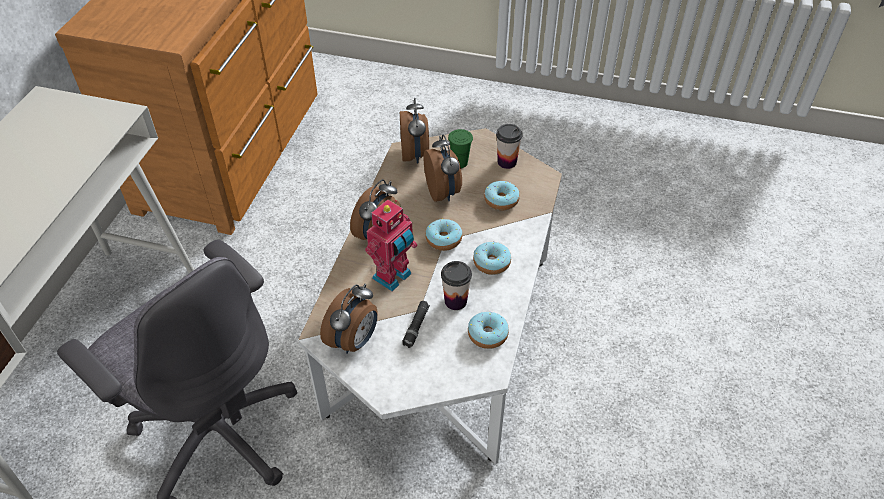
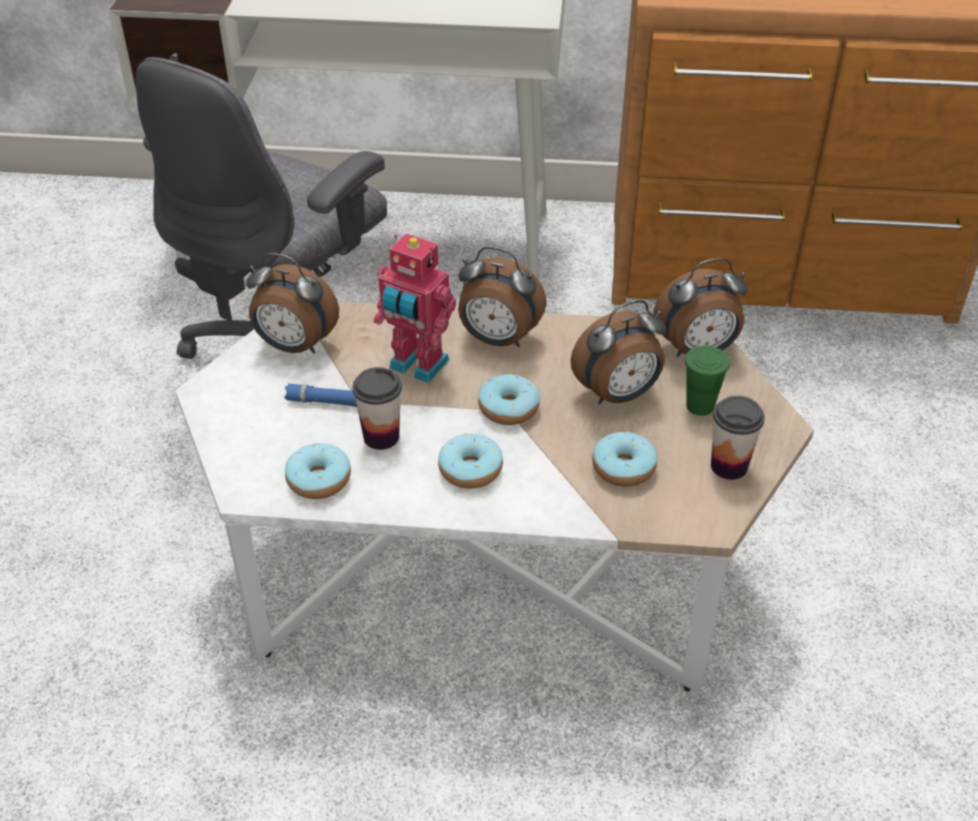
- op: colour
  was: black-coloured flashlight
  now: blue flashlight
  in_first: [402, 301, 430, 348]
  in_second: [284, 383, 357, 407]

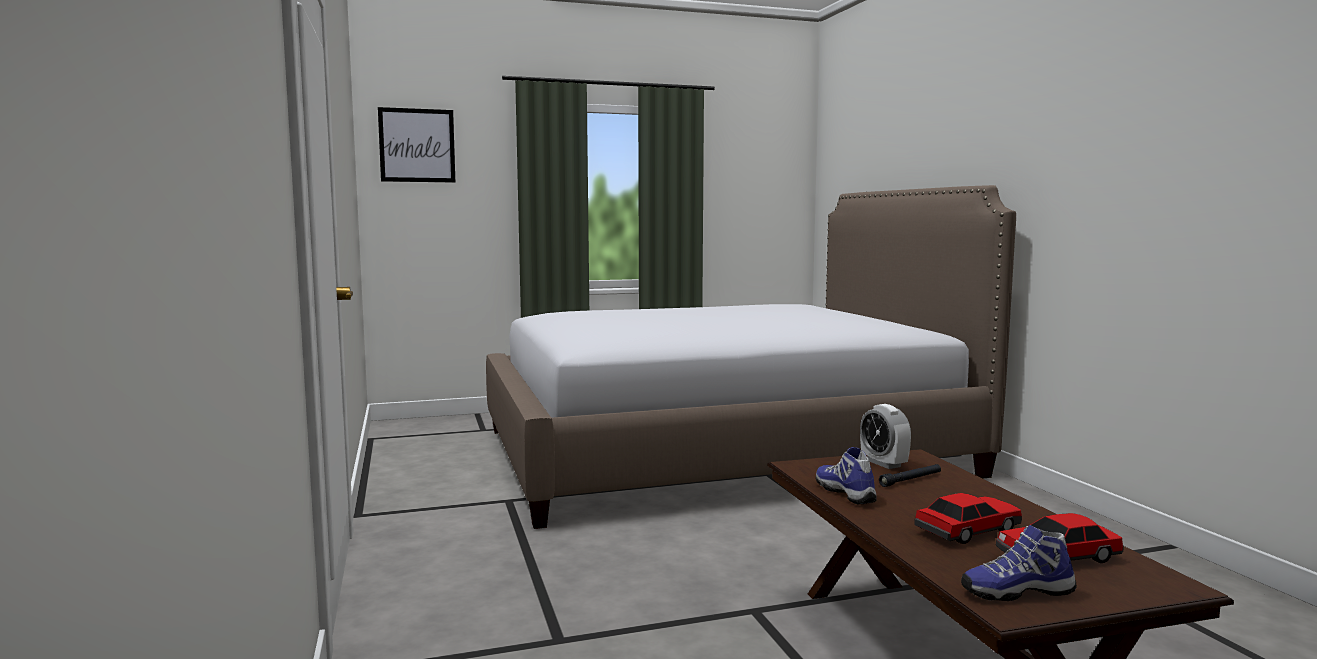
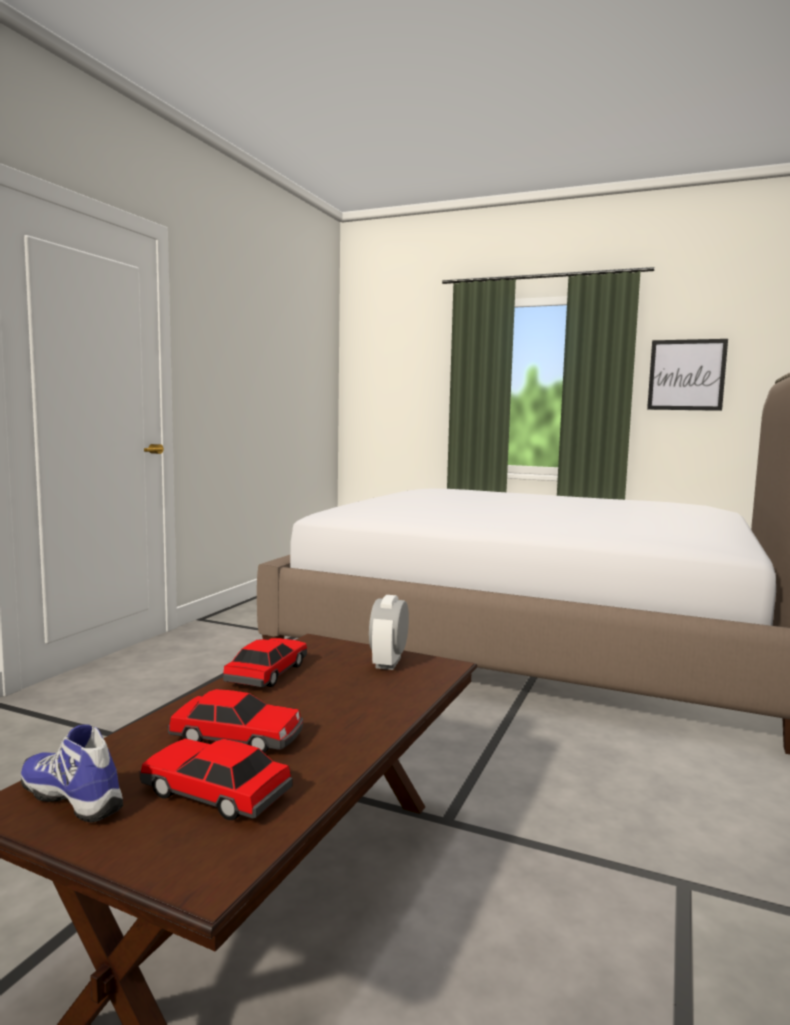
- op: relocated
  was: wall picture
  in_first: [378, 107, 455, 183]
  in_second: [647, 339, 728, 411]
- op: exchanged
  was: low shoe
  now: model car
  in_first: [816, 447, 877, 504]
  in_second: [223, 638, 307, 688]
- op: missing
  was: black-coloured flashlight
  in_first: [879, 464, 941, 487]

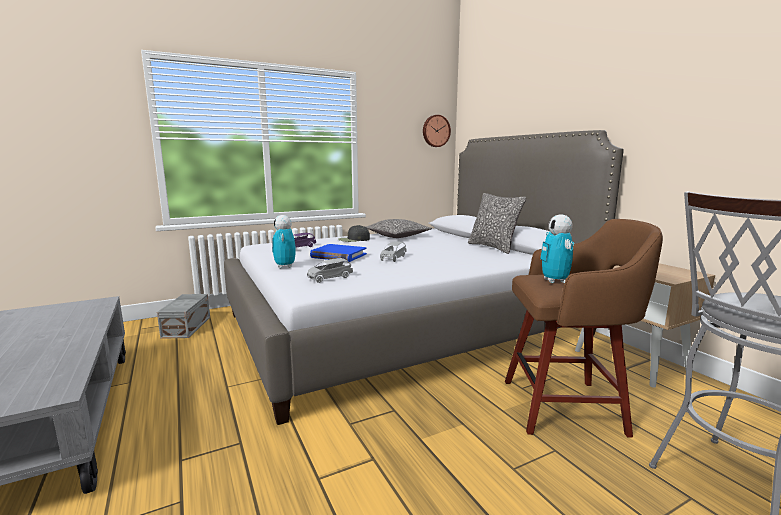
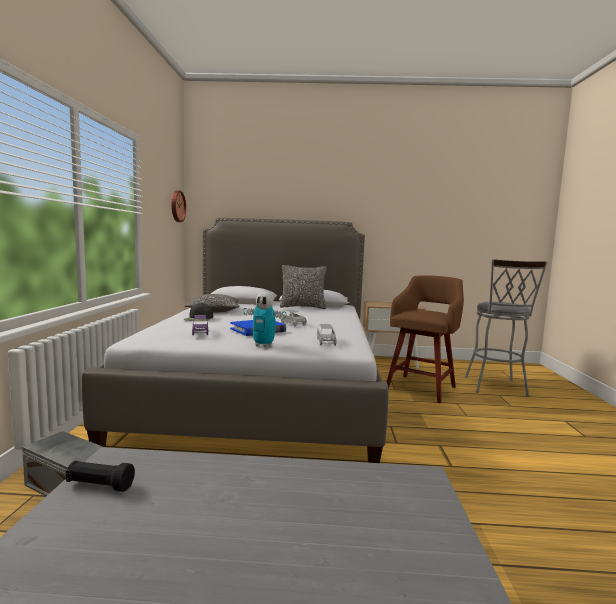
- op: missing
  was: robot figure
  in_first: [540, 214, 574, 283]
- op: appeared
  now: black-coloured flashlight
  in_second: [66, 461, 135, 492]

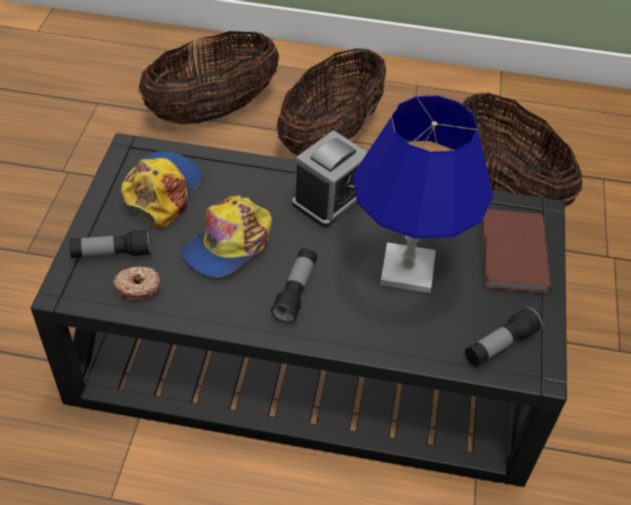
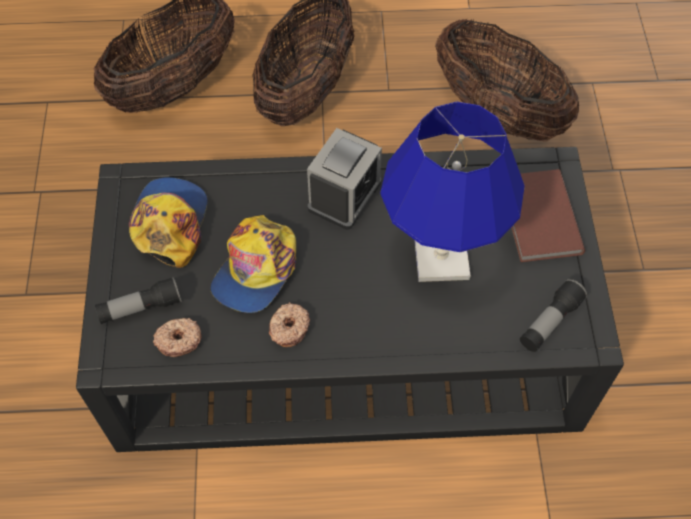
- op: missing
  was: flashlight
  in_first: [271, 248, 317, 323]
- op: appeared
  now: donut
  in_second: [269, 302, 310, 347]

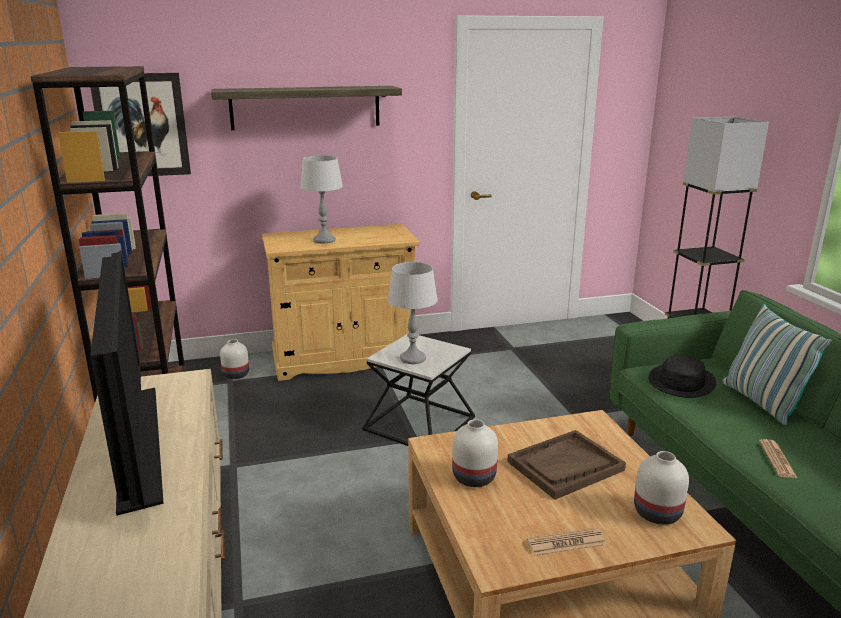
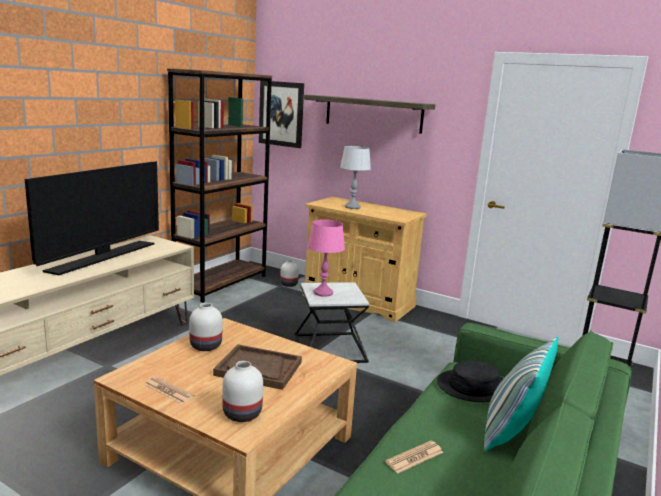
- op: colour
  was: greyish lamp for a table
  now: pinkish lamp for a table
  in_first: [388, 262, 438, 364]
  in_second: [307, 219, 345, 297]

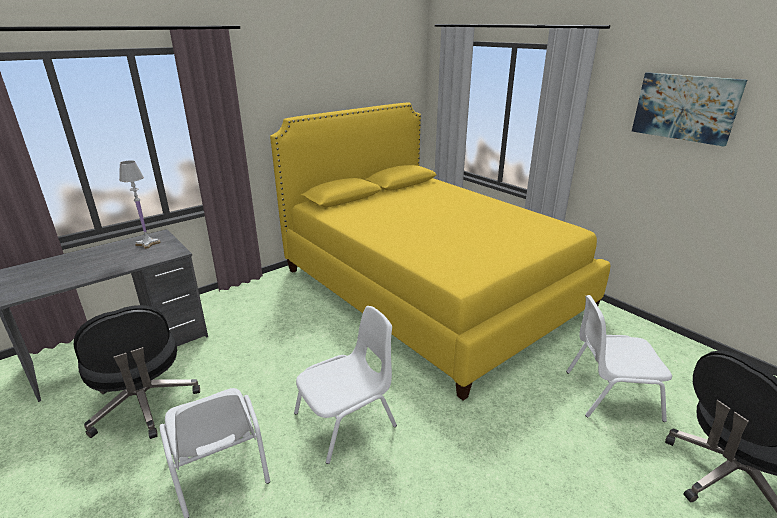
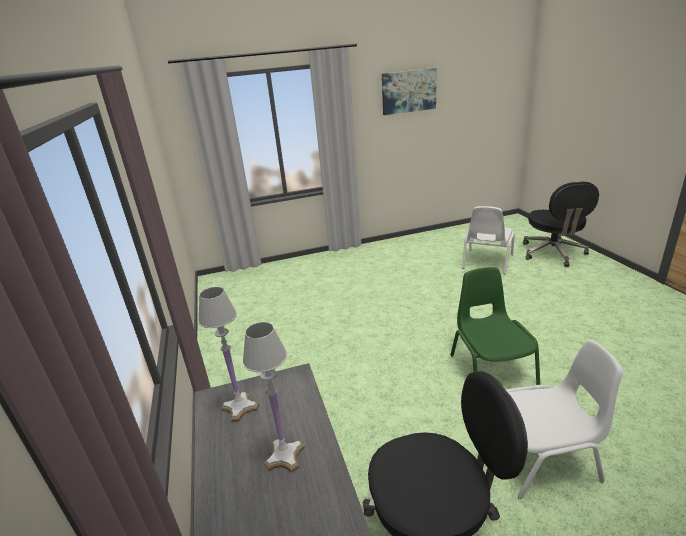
- op: missing
  was: yellow bed
  in_first: [270, 103, 610, 400]
- op: colour
  was: white-coloured plain chair
  now: green plain chair
  in_first: [294, 306, 397, 464]
  in_second: [450, 267, 540, 385]
- op: appeared
  now: white-coloured lamp for a table
  in_second: [242, 322, 305, 473]

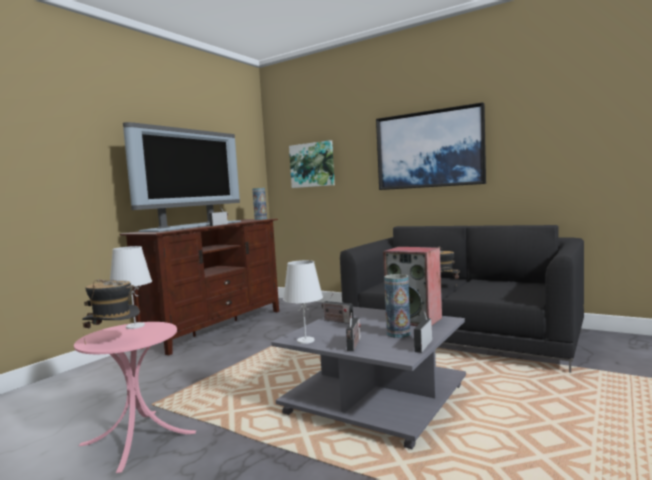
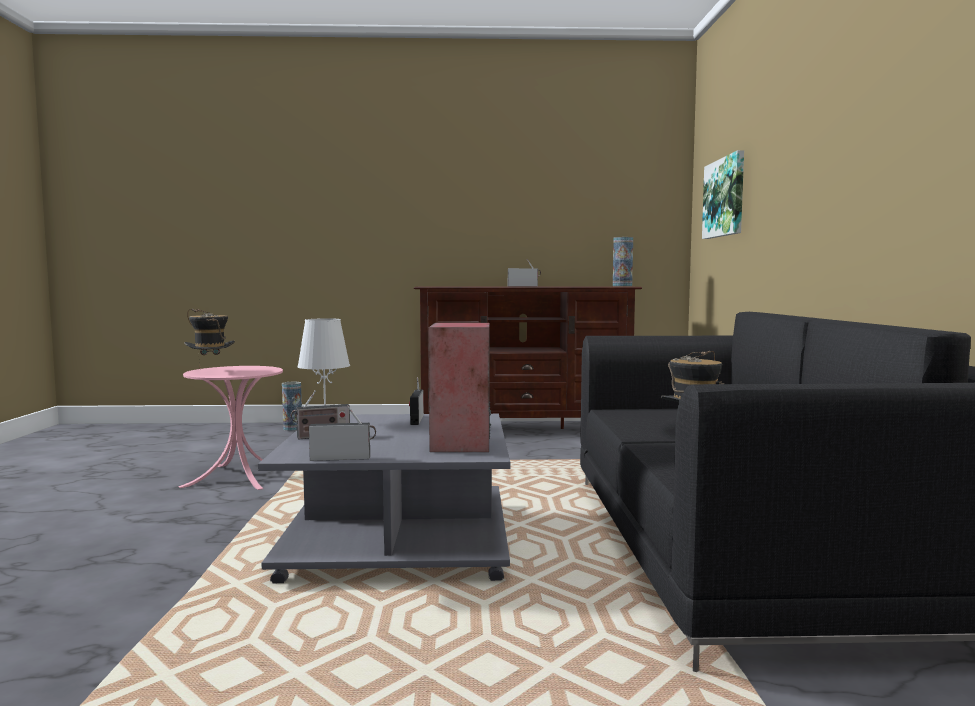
- op: missing
  was: wall picture
  in_first: [376, 102, 486, 190]
- op: missing
  was: TV set
  in_first: [123, 122, 241, 232]
- op: missing
  was: white-coloured lamp for a table
  in_first: [110, 246, 152, 329]
- op: relocated
  was: flower vase
  in_first: [384, 274, 411, 338]
  in_second: [282, 382, 302, 431]

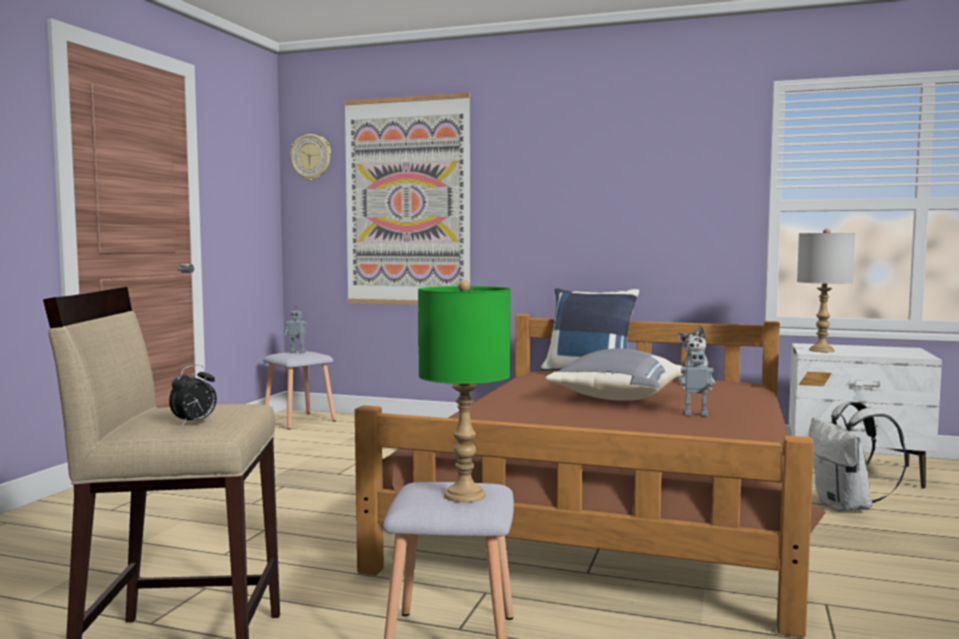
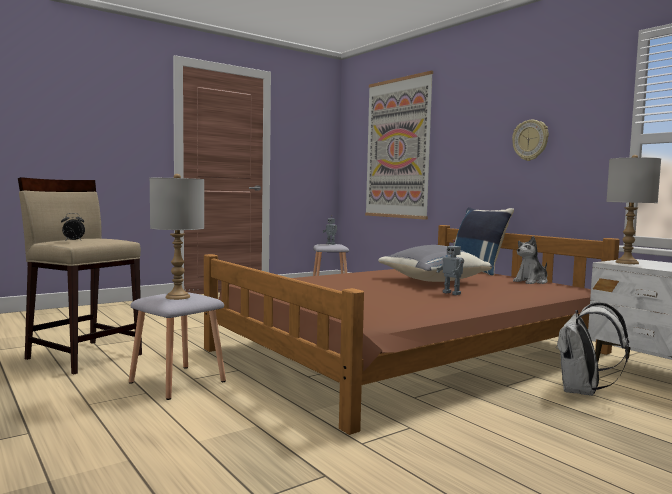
- op: relocated
  was: wall clock
  in_first: [290, 134, 331, 181]
  in_second: [512, 120, 549, 161]
- op: colour
  was: green lamp for a table
  now: greyish lamp for a table
  in_first: [418, 280, 511, 502]
  in_second: [150, 174, 204, 300]

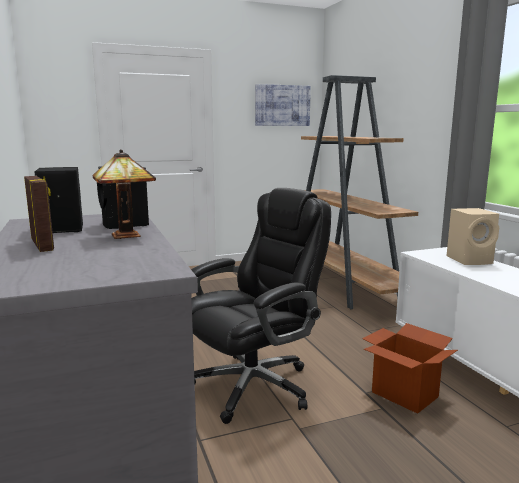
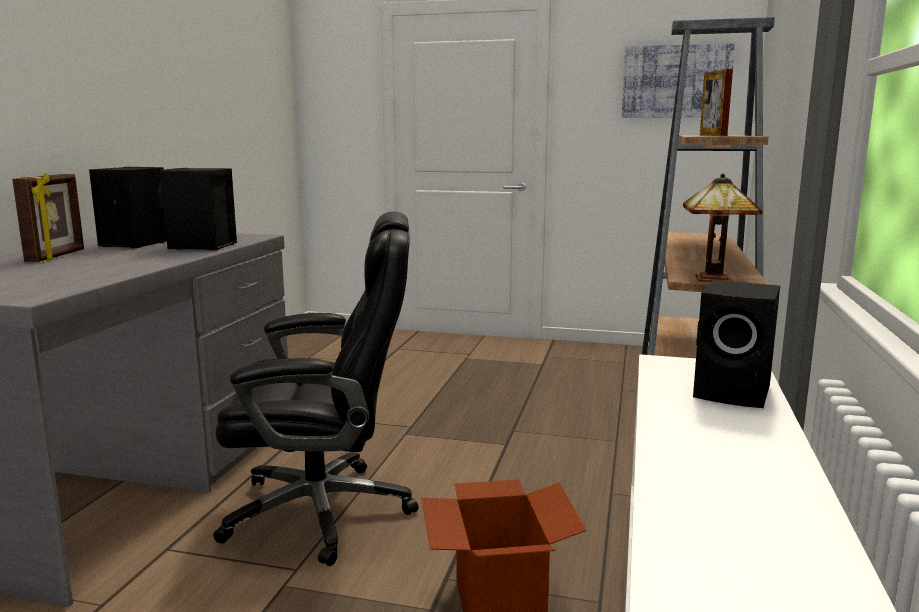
- op: relocated
  was: lamp for a table
  in_first: [93, 149, 156, 239]
  in_second: [683, 174, 762, 282]
- op: colour
  was: beige speaker
  now: black-coloured speaker
  in_first: [447, 208, 499, 265]
  in_second: [693, 280, 780, 408]
- op: appeared
  now: picture frame
  in_second: [700, 69, 733, 136]

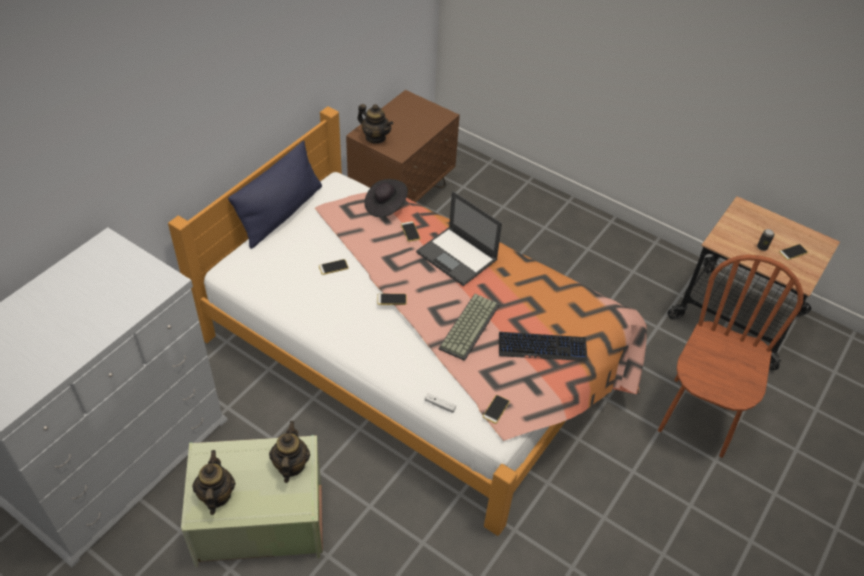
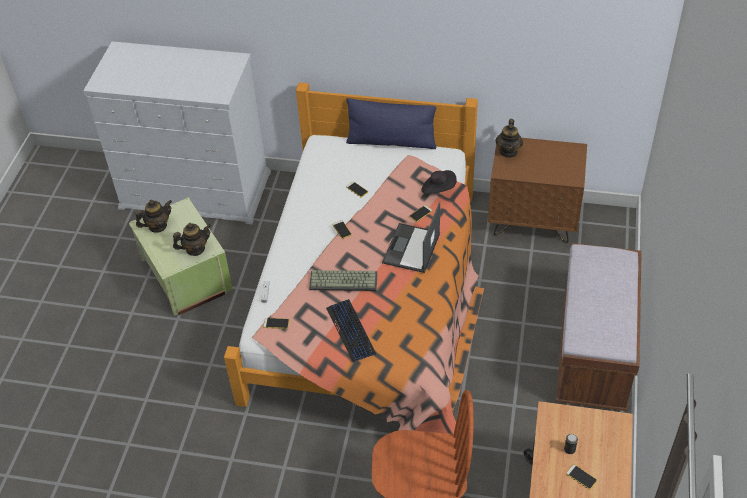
- op: appeared
  now: brown indoor bench
  in_second: [556, 243, 642, 411]

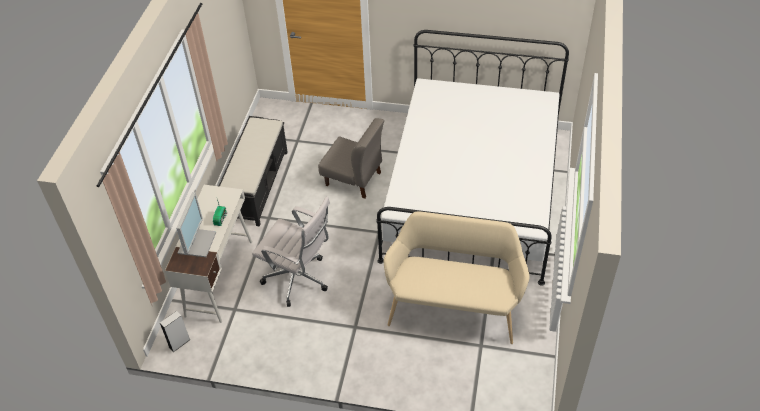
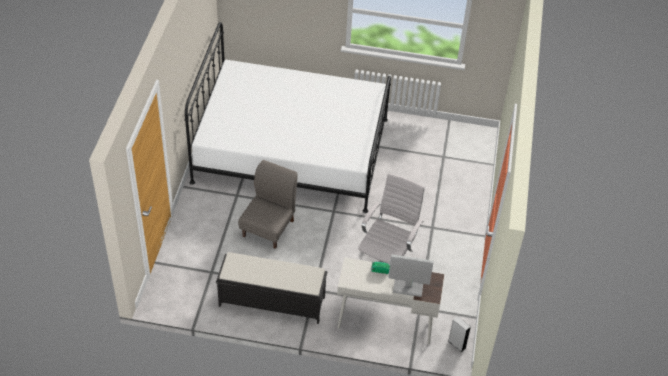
- op: missing
  was: beige indoor bench
  in_first: [384, 212, 529, 344]

